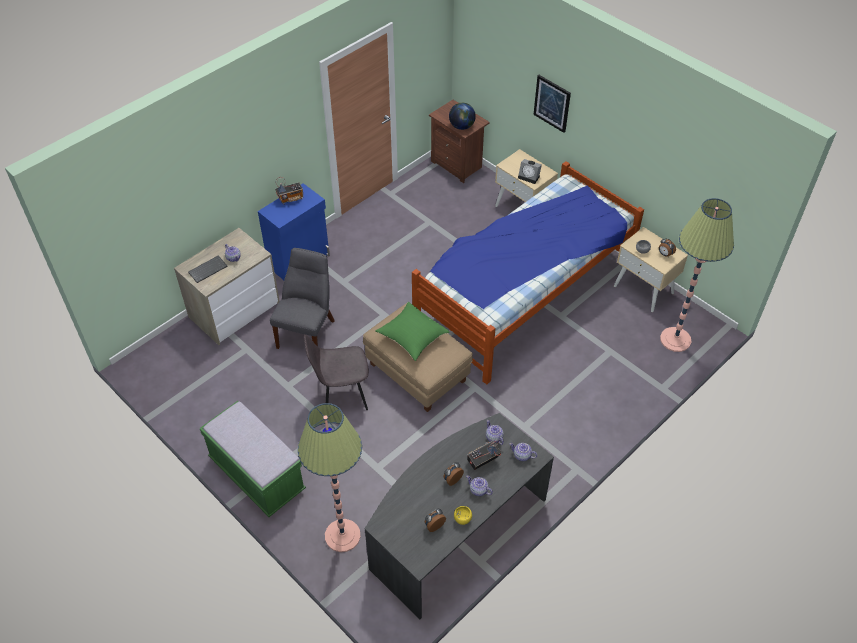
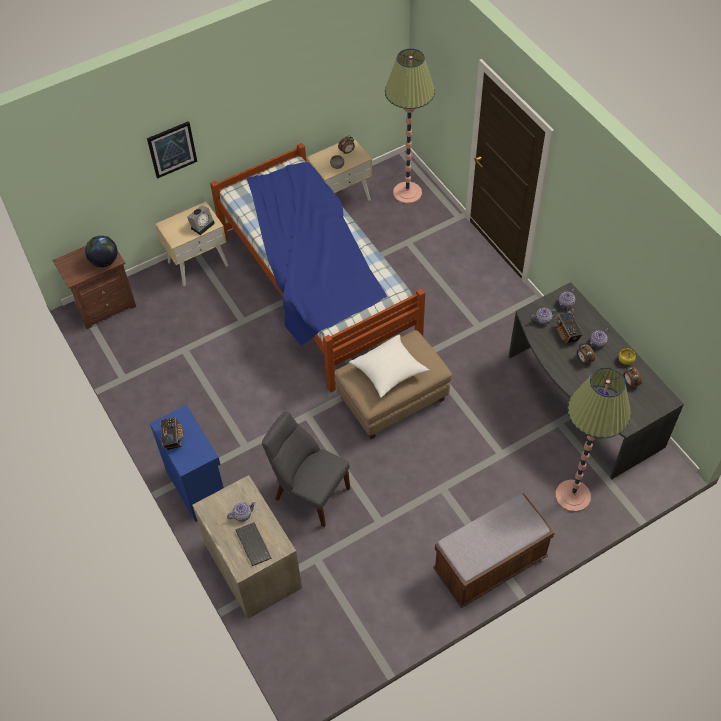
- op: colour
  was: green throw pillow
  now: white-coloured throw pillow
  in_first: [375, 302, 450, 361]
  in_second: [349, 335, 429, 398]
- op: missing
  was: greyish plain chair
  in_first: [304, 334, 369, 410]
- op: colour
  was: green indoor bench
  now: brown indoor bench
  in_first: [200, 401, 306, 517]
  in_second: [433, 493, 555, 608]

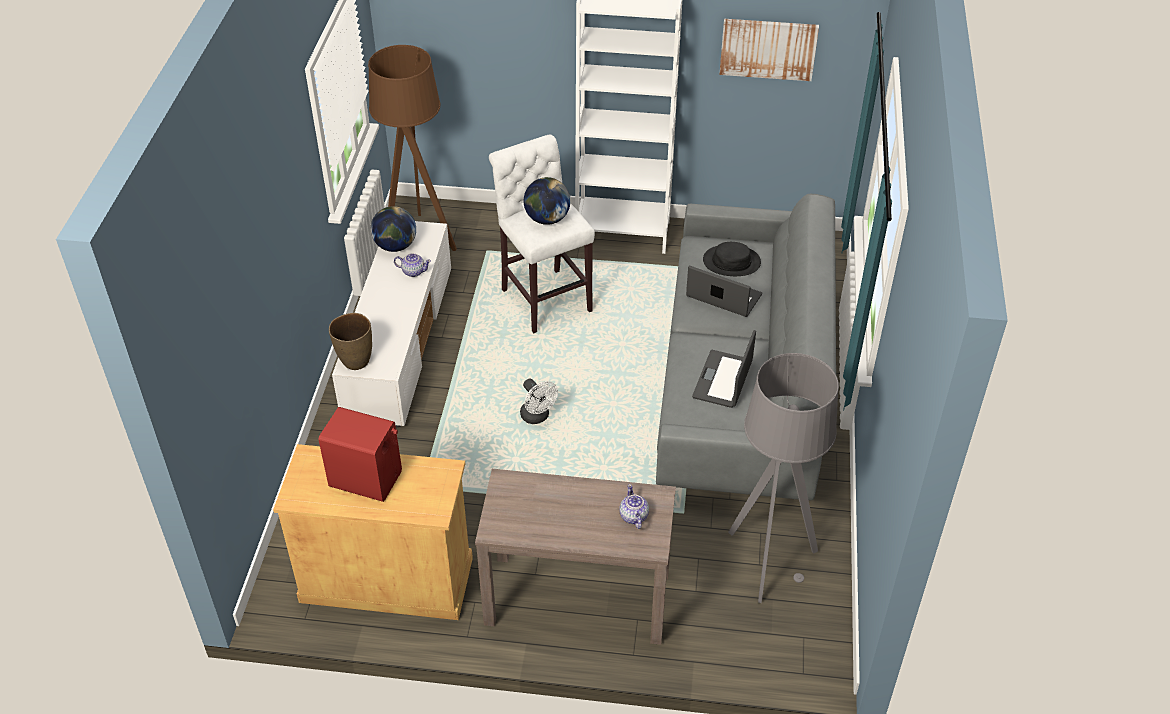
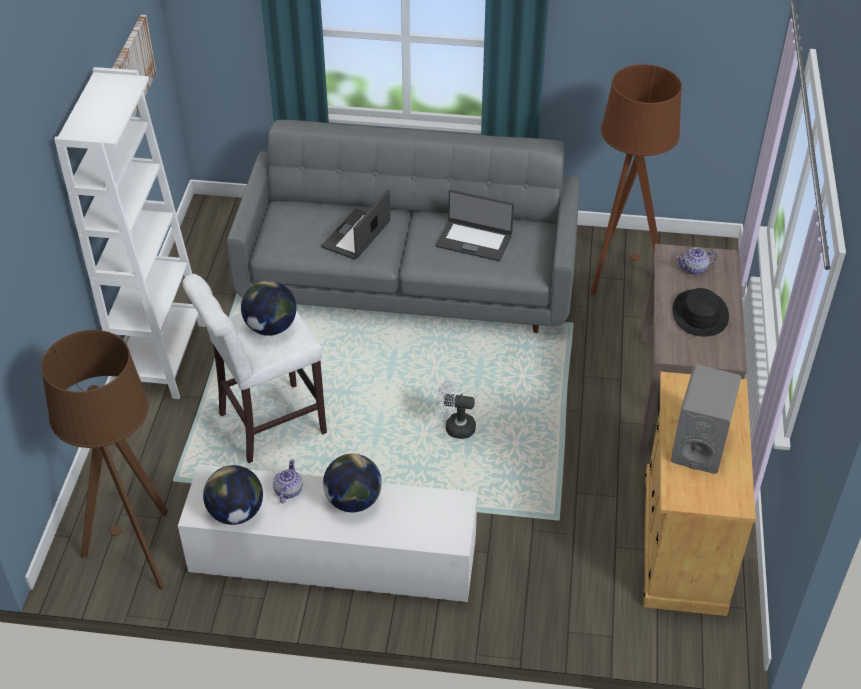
- op: relocated
  was: black-coloured hat
  in_first: [703, 242, 761, 276]
  in_second: [672, 288, 729, 336]
- op: missing
  was: brown flower vase
  in_first: [329, 313, 372, 370]
- op: colour
  was: greyish floor lamp
  now: brown floor lamp
  in_first: [728, 353, 839, 603]
  in_second: [590, 64, 682, 295]
- op: spun
  was: white-coloured electric fan
  in_first: [520, 379, 558, 424]
  in_second: [436, 380, 476, 439]
  clockwise: -135
- op: colour
  was: red-coloured speaker
  now: greyish speaker
  in_first: [319, 407, 402, 502]
  in_second: [671, 364, 741, 474]
- op: appeared
  now: world globe
  in_second: [323, 453, 382, 512]

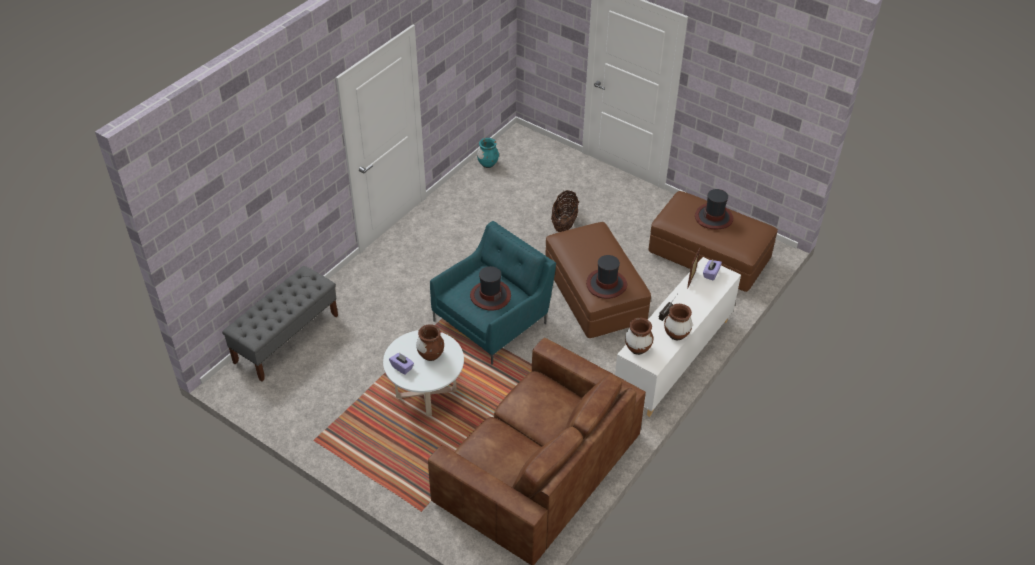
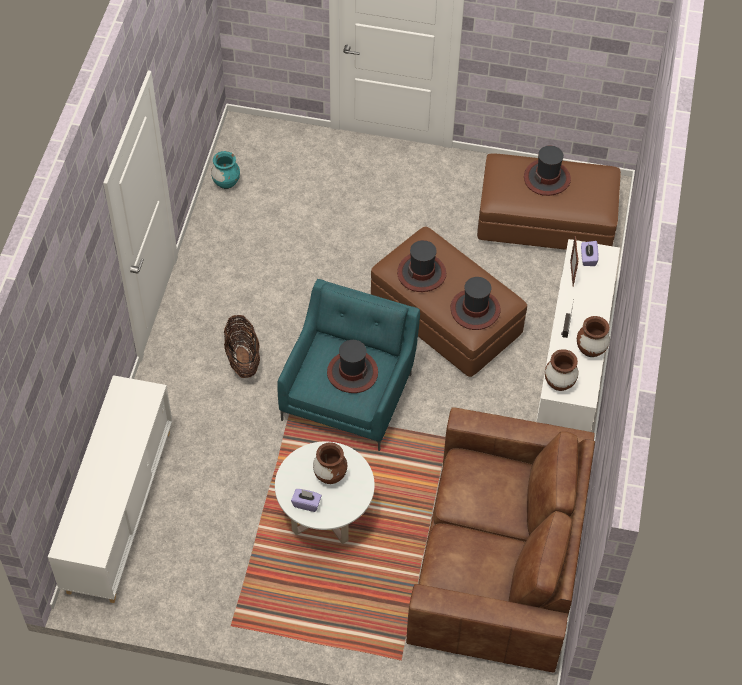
- op: relocated
  was: household basket
  in_first: [551, 190, 579, 232]
  in_second: [224, 315, 260, 378]
- op: exchanged
  was: greyish indoor bench
  now: white-coloured cabinet
  in_first: [222, 266, 338, 381]
  in_second: [48, 375, 173, 603]
- op: appeared
  now: hat
  in_second: [397, 240, 446, 292]

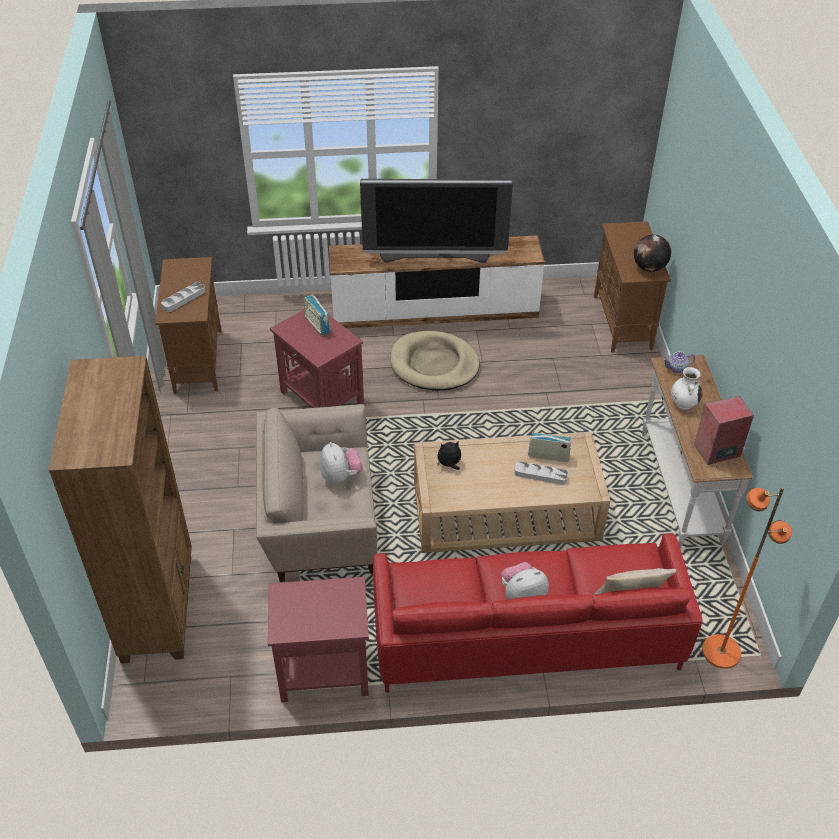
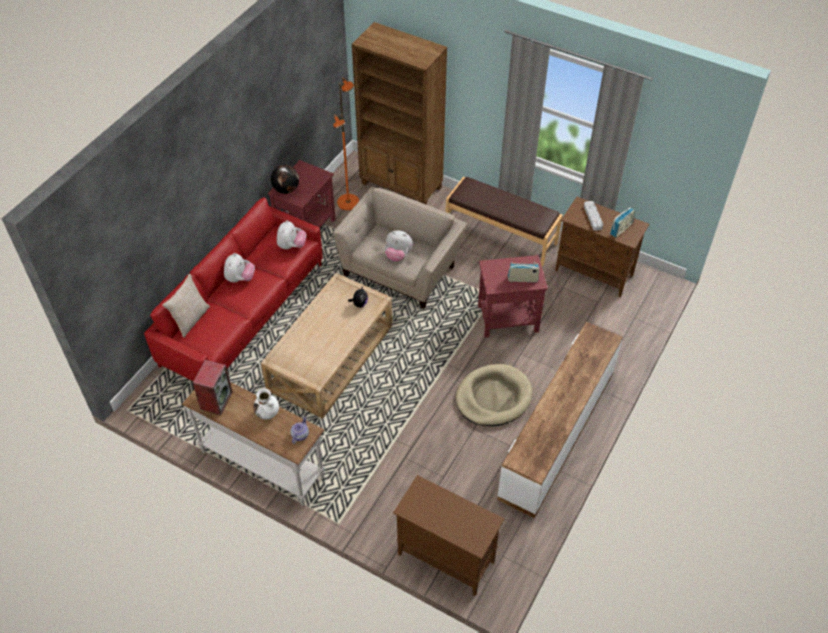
- op: missing
  was: TV set
  in_first: [360, 179, 513, 263]
- op: relocated
  was: world globe
  in_first: [634, 235, 671, 272]
  in_second: [271, 165, 299, 194]
- op: relocated
  was: radio set
  in_first: [528, 431, 571, 462]
  in_second: [610, 207, 635, 238]
- op: missing
  was: greyish tray
  in_first: [514, 461, 568, 485]
- op: relocated
  was: orange-coloured floor lamp
  in_first: [702, 487, 792, 669]
  in_second: [333, 78, 359, 210]
- op: appeared
  now: brown indoor bench
  in_second: [446, 177, 563, 267]
- op: appeared
  now: cuddly toy
  in_second: [277, 220, 306, 250]

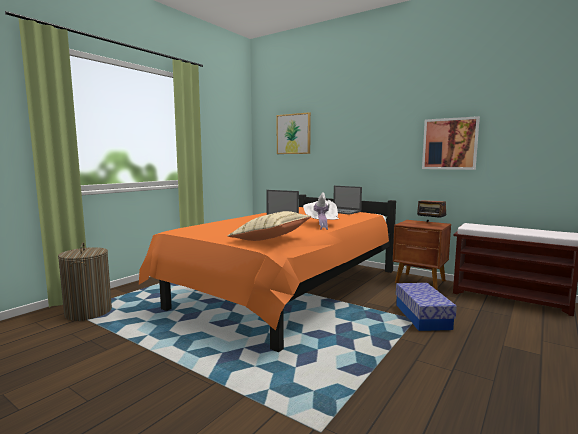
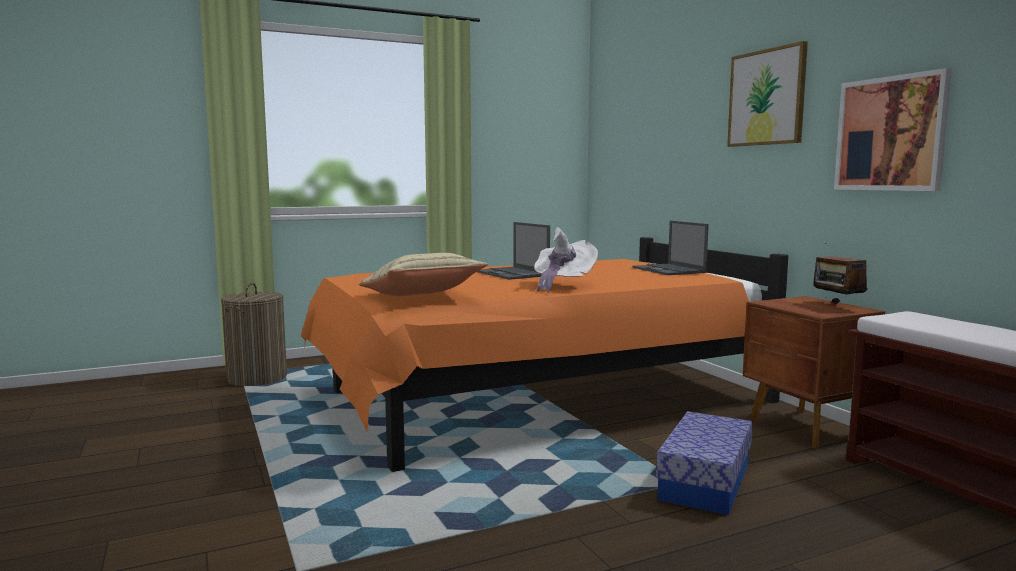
- op: relocated
  was: wall picture
  in_first: [277, 112, 311, 154]
  in_second: [727, 41, 808, 147]

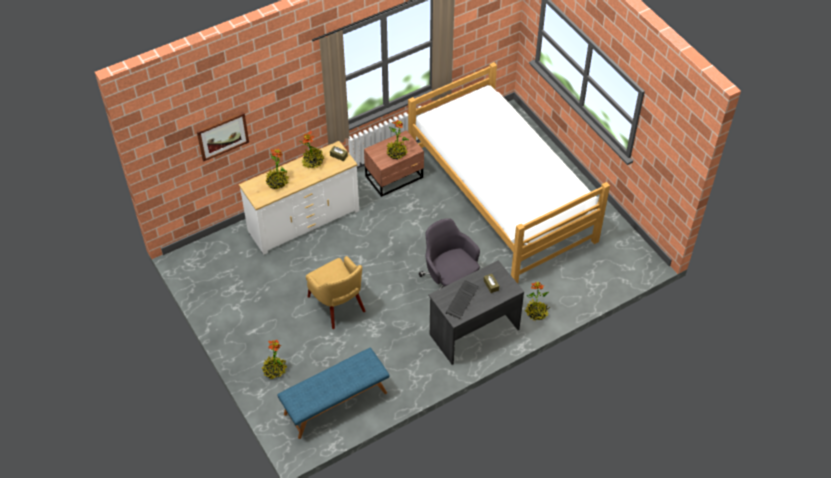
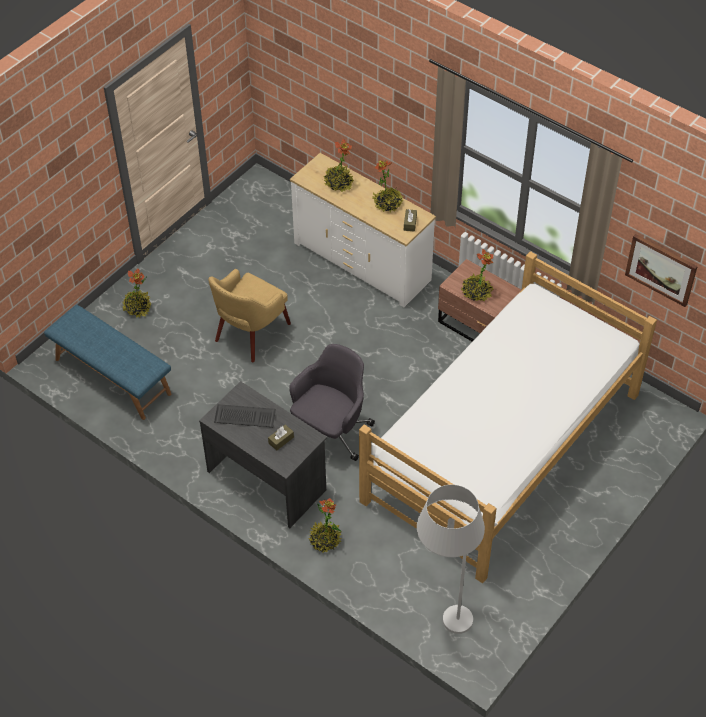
- op: relocated
  was: wall picture
  in_first: [197, 112, 249, 161]
  in_second: [625, 234, 698, 307]
- op: appeared
  now: white-coloured floor lamp
  in_second: [417, 485, 485, 634]

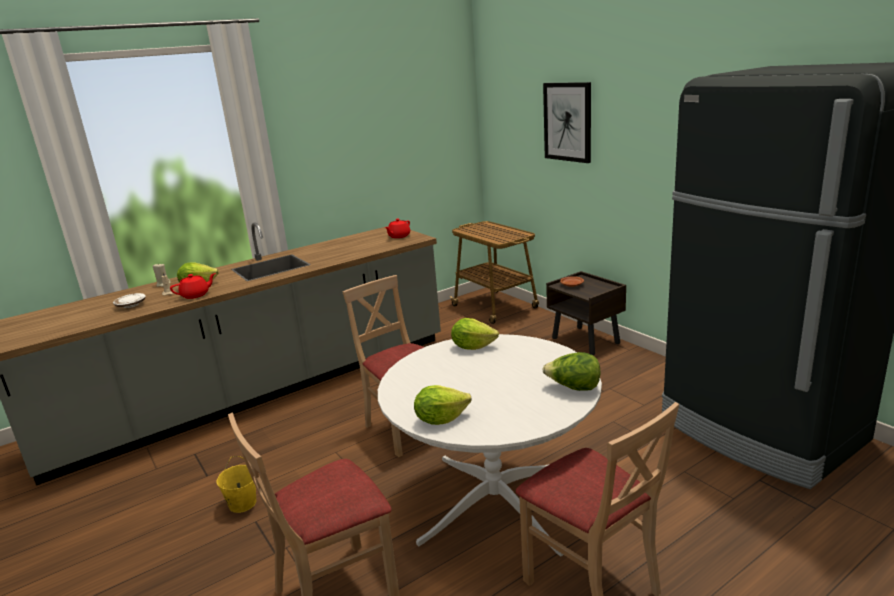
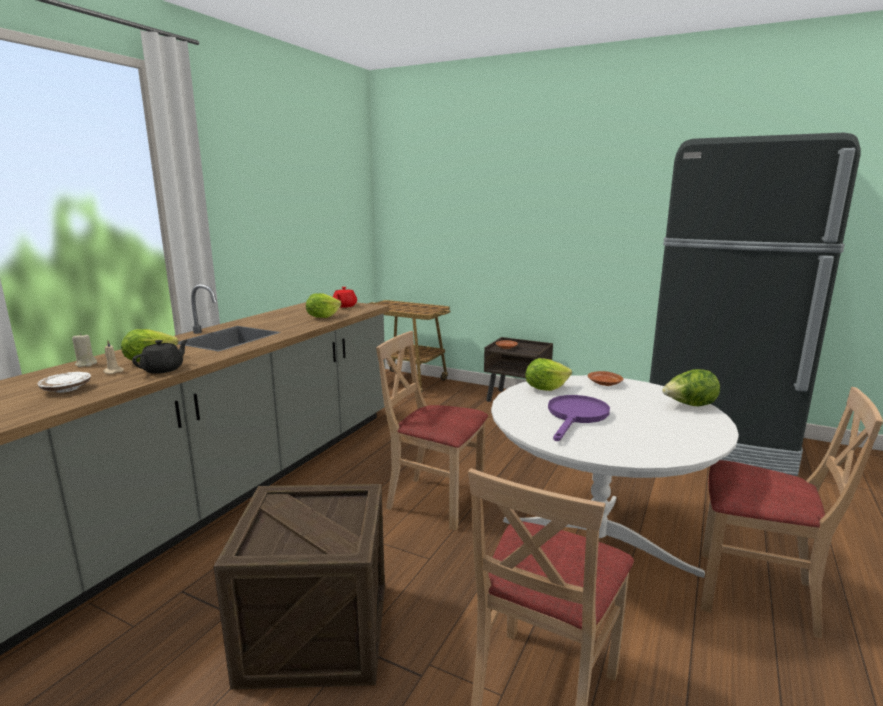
- op: missing
  was: wall picture
  in_first: [543, 82, 591, 163]
- op: colour
  was: red-coloured tea pot
  now: black-coloured tea pot
  in_first: [170, 273, 216, 299]
  in_second: [132, 339, 189, 374]
- op: relocated
  was: lettuce head
  in_first: [414, 385, 471, 425]
  in_second: [306, 293, 342, 318]
- op: exchanged
  was: yellow water bucket
  now: packing crate
  in_first: [216, 456, 256, 513]
  in_second: [214, 484, 385, 690]
- op: appeared
  now: brown dinner plate
  in_second: [588, 371, 623, 386]
- op: appeared
  now: purple pan
  in_second: [548, 395, 610, 441]

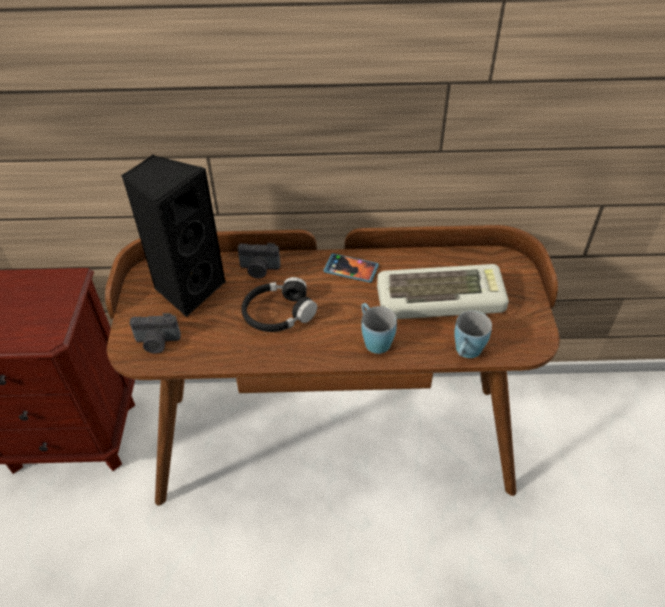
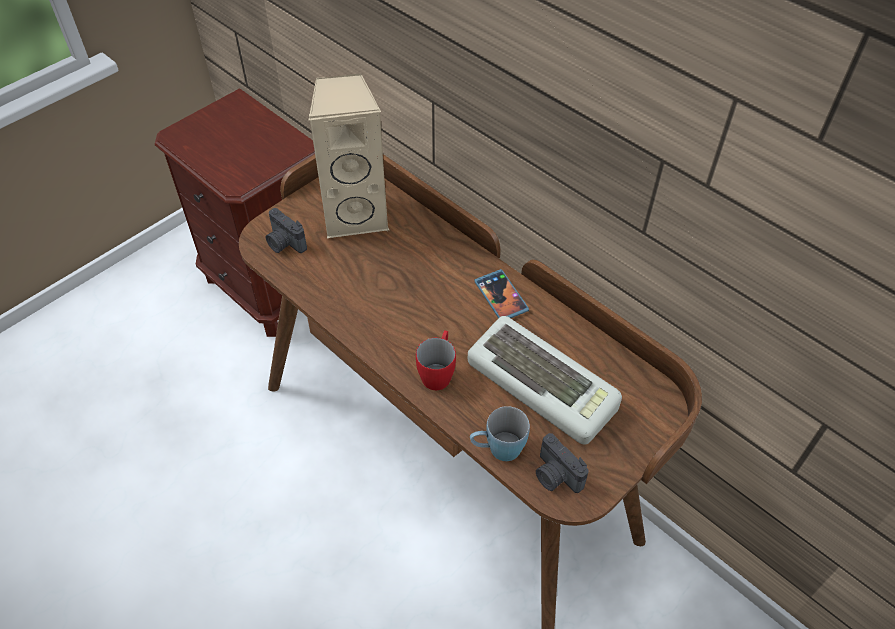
- op: colour
  was: black-coloured speaker
  now: beige speaker
  in_first: [121, 154, 226, 317]
  in_second: [309, 73, 389, 238]
- op: relocated
  was: photo camera
  in_first: [238, 243, 280, 278]
  in_second: [536, 433, 589, 493]
- op: missing
  was: black-coloured pair of headphones
  in_first: [241, 277, 317, 332]
- op: colour
  was: blue mug
  now: red-coloured mug
  in_first: [362, 303, 397, 354]
  in_second: [416, 330, 456, 390]

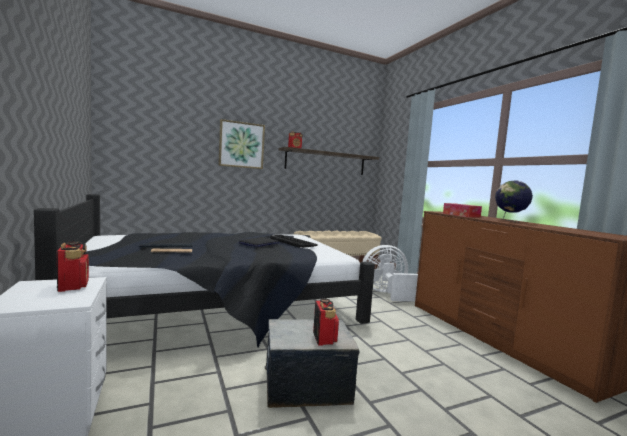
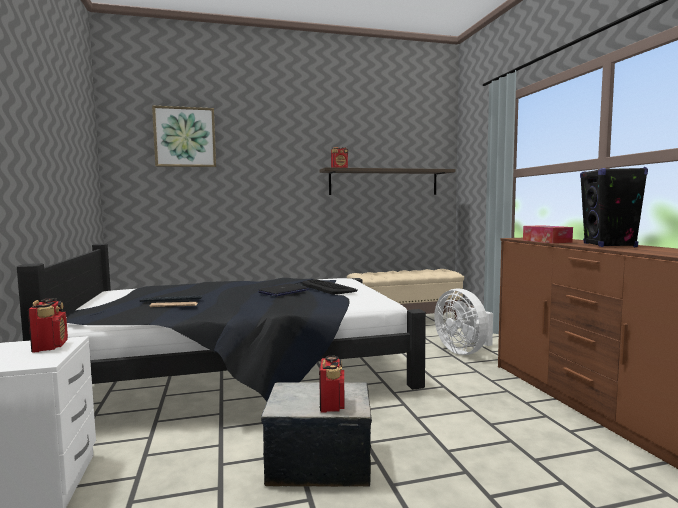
- op: relocated
  was: wall picture
  in_first: [218, 119, 265, 169]
  in_second: [152, 105, 216, 167]
- op: exchanged
  was: world globe
  now: black-coloured speaker
  in_first: [495, 181, 533, 222]
  in_second: [580, 167, 648, 247]
- op: spun
  was: white-coloured electric fan
  in_first: [362, 245, 418, 301]
  in_second: [434, 288, 493, 355]
  clockwise: -120

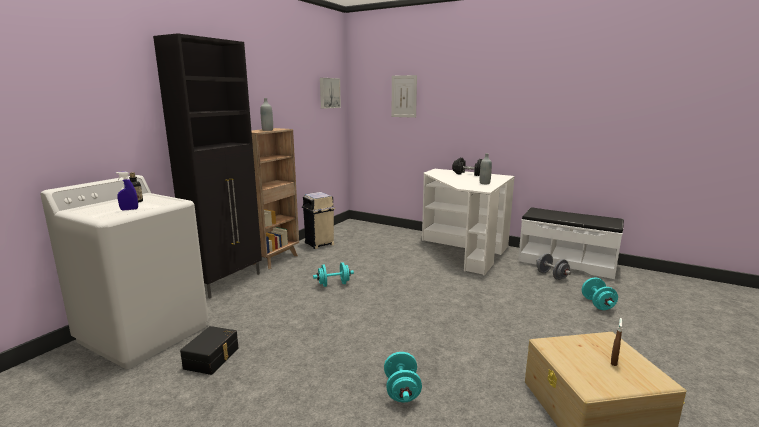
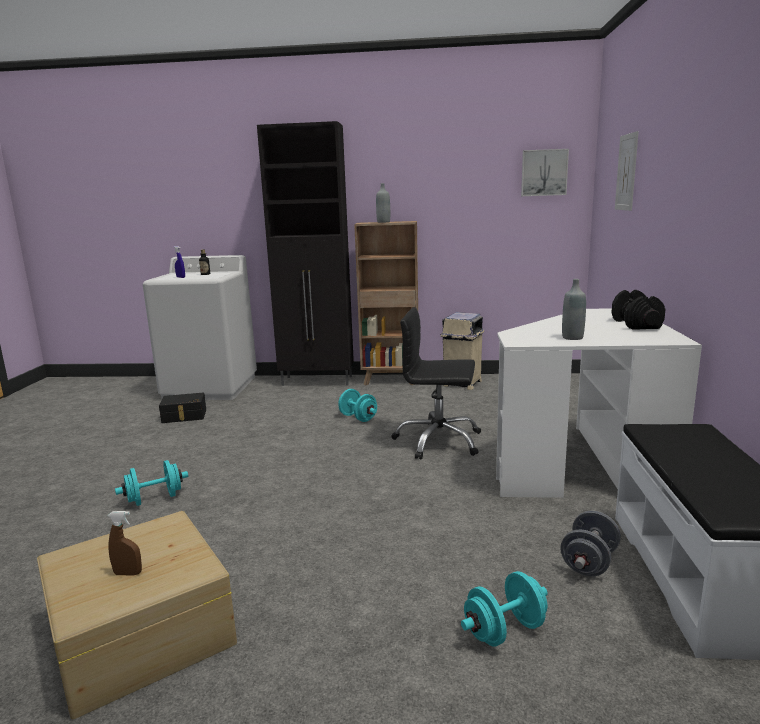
- op: appeared
  now: black-coloured office chair
  in_second: [391, 307, 481, 460]

